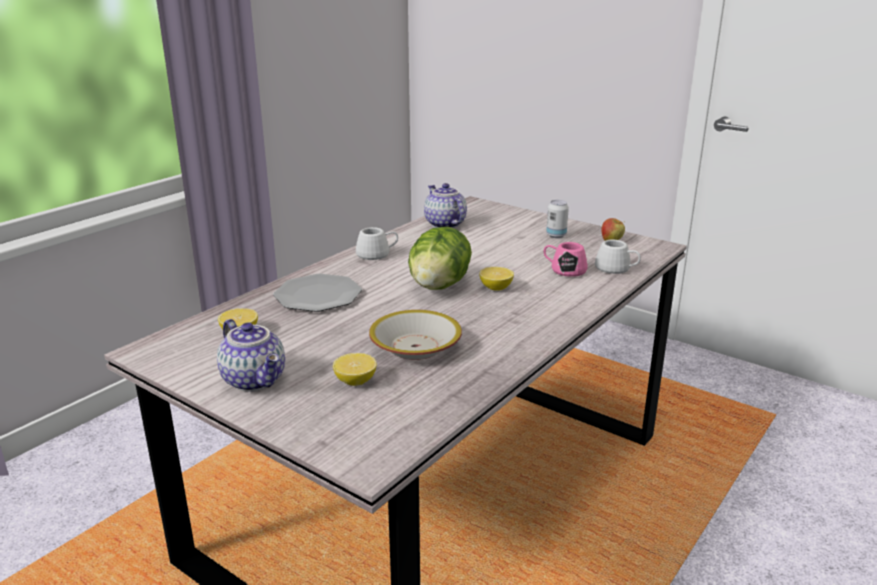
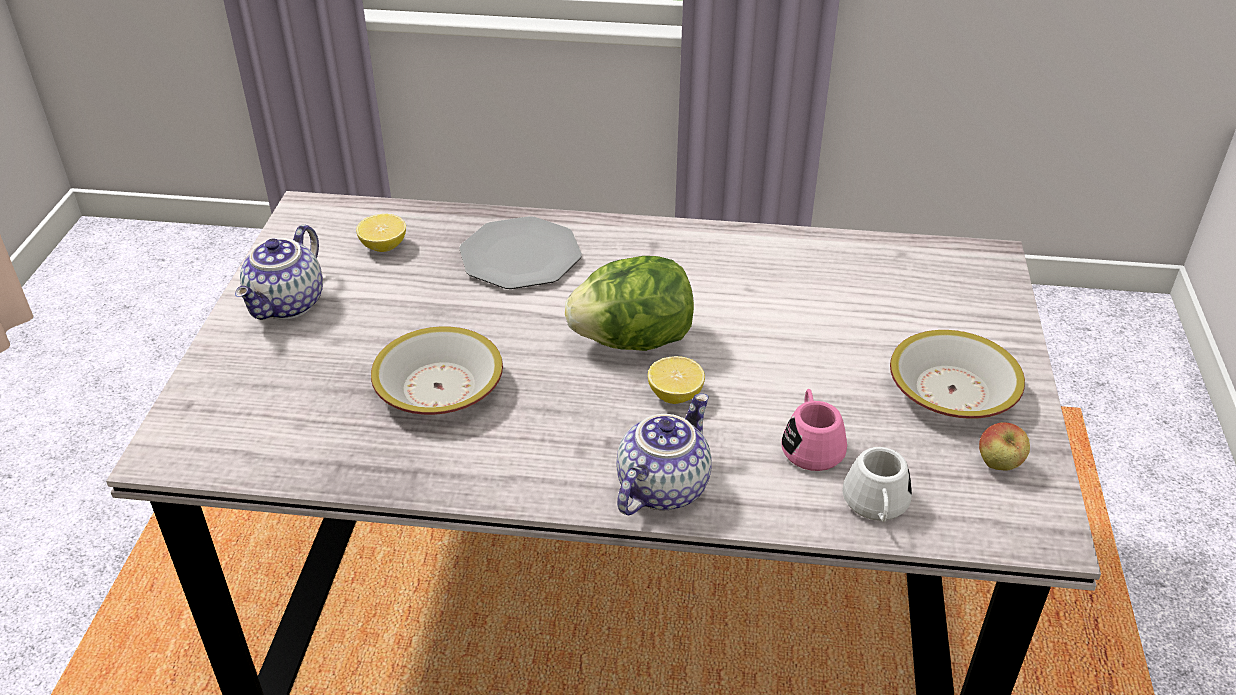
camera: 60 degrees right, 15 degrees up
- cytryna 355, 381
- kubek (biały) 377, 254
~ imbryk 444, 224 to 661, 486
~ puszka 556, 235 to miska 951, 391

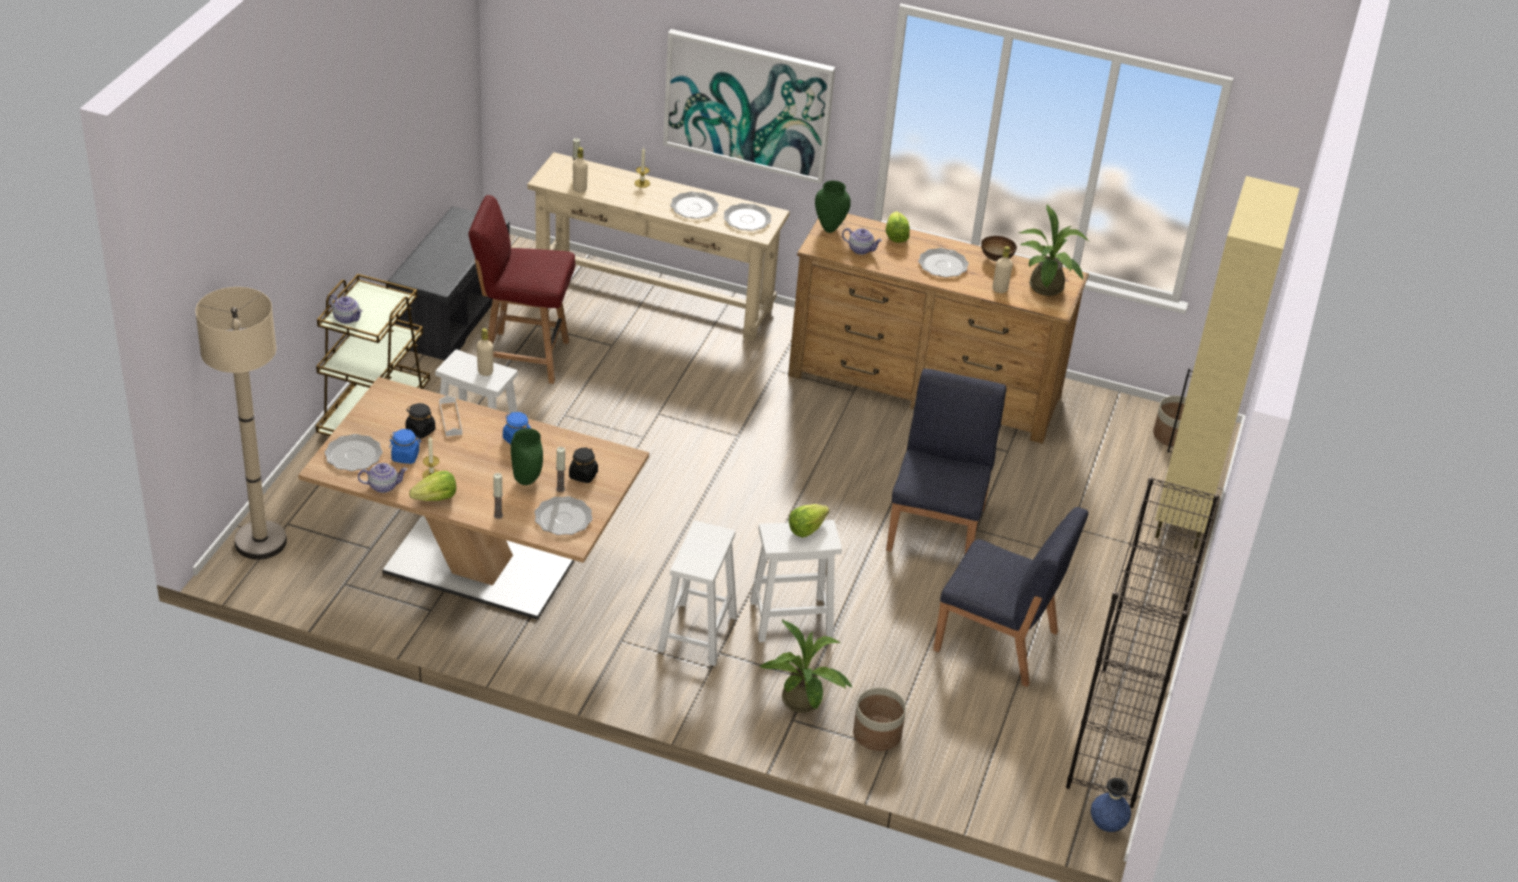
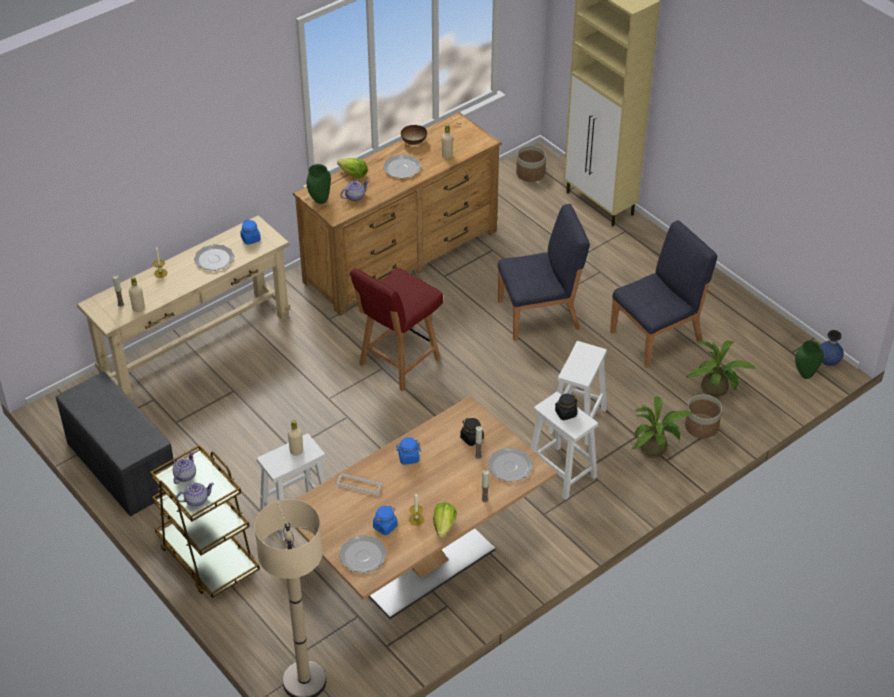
camera: 55 degrees left, 5 degrees up
~ imbryk 383, 486 to 185, 475
~ słoik (czarny) 420, 430 to 565, 413
~ krzesło (czerwony) 523, 356 to 398, 363
~ wazon (zielony) 526, 481 to 805, 375
- obraz 748, 105
~ talerz 747, 219 to słoik (niebieski) 251, 239
- sałata 806, 529
~ krzesło (niebieski) 937, 528 = 540, 315 120 degrees clockwise
~ roślina doniczkowa 1046, 290 to 717, 390
- regał (czarny) 1117, 737

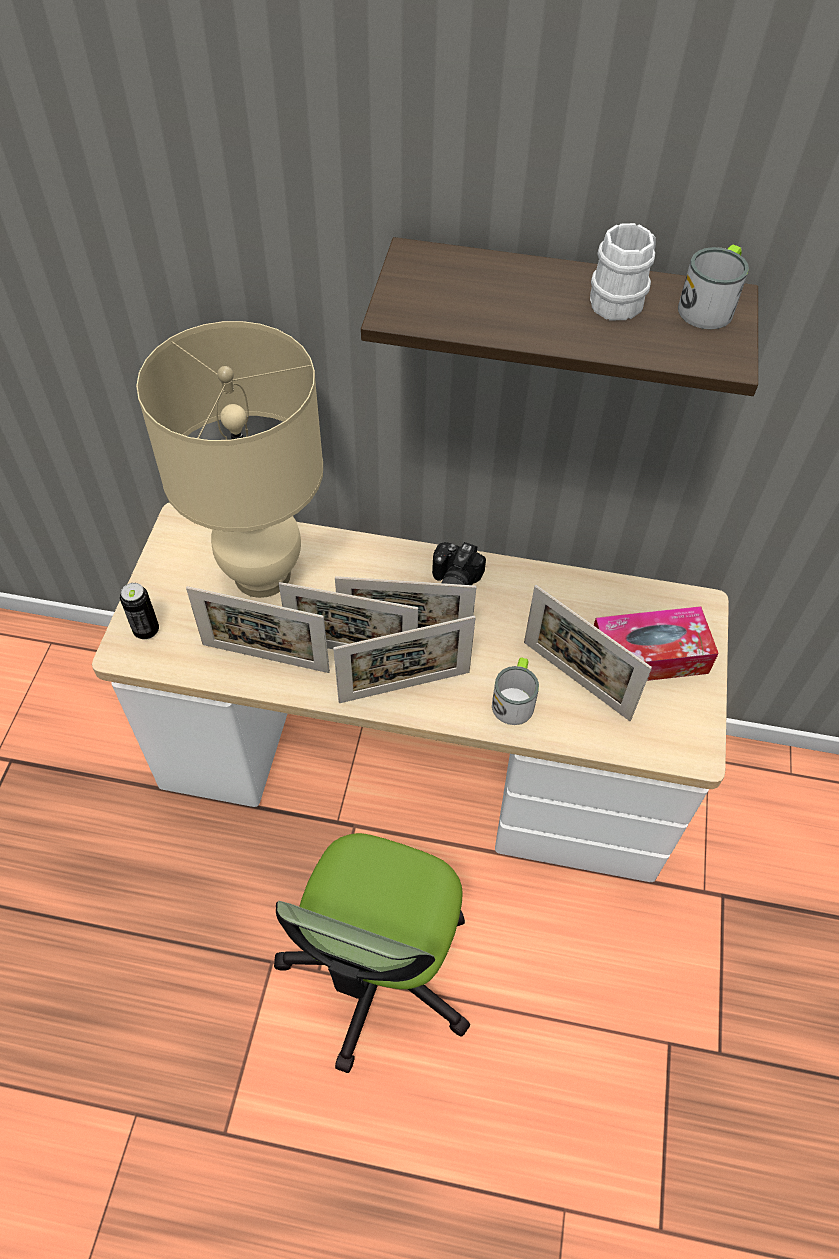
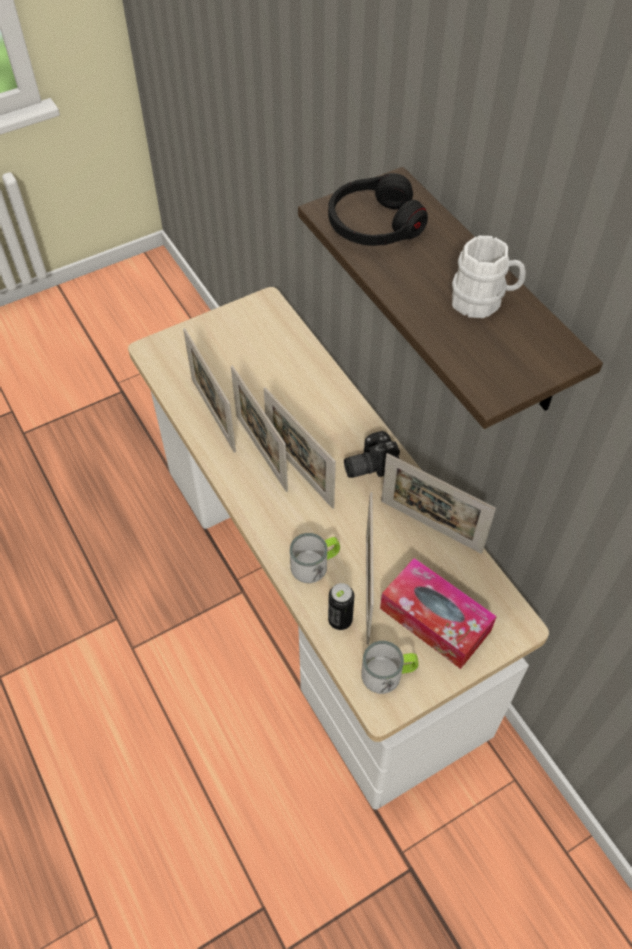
camera: 50 degrees right, 0 degrees up
~ puszka 146, 630 to 340, 620
- lampa stołowa (beżowy) 263, 575
- krzesło biurowe 379, 971
~ ramka na zdjęcie 404, 687 to 430, 526
~ kubek 710, 305 to 388, 673
+ słuchawki (czarny) 374, 224

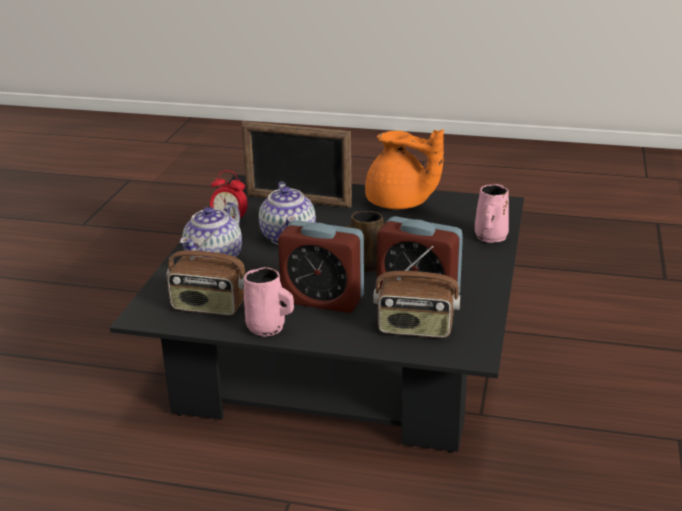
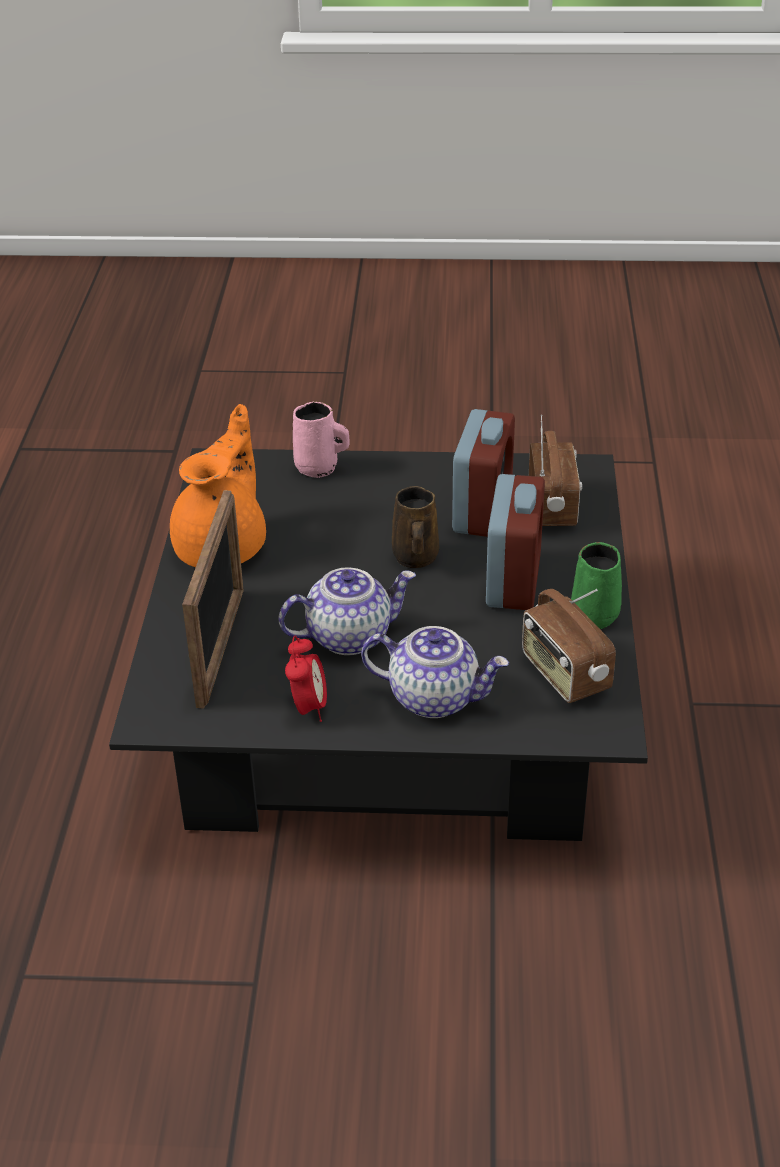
camera: 100 degrees left, 10 degrees up
~ radio 209, 306 = 564, 674 150 degrees clockwise
~ kubek (różowy) 268, 328 to kubek (zielony) 595, 613

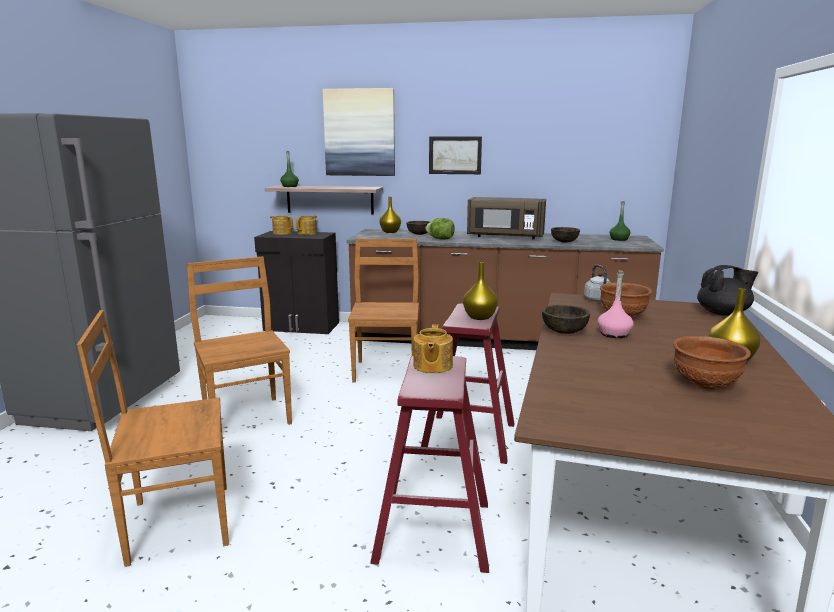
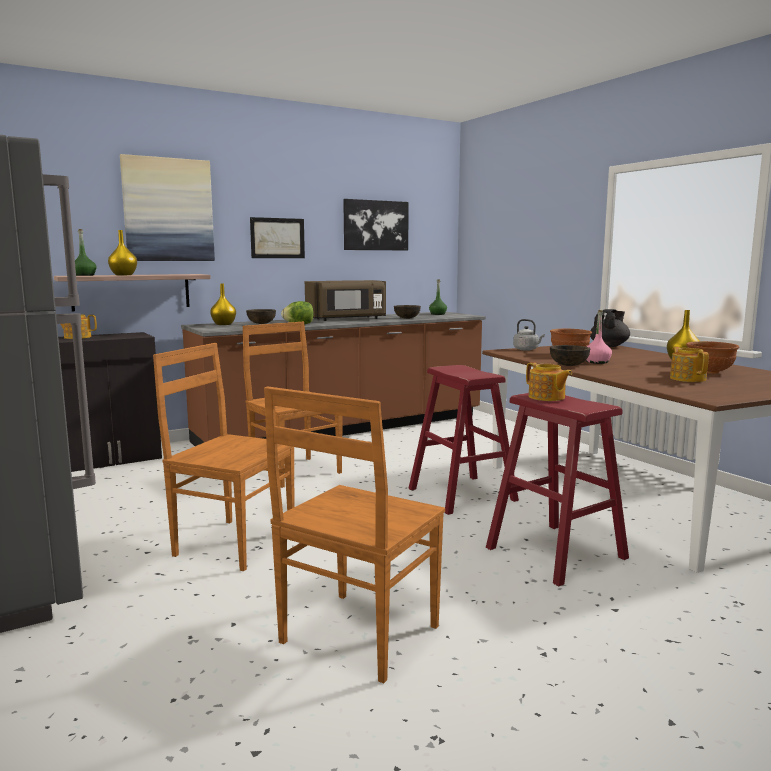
camera: 40 degrees left, 5 degrees down
~ imbryk 307, 233 to 687, 379
~ wazon (żółty) 479, 317 to 123, 275
+ obraz 375, 225

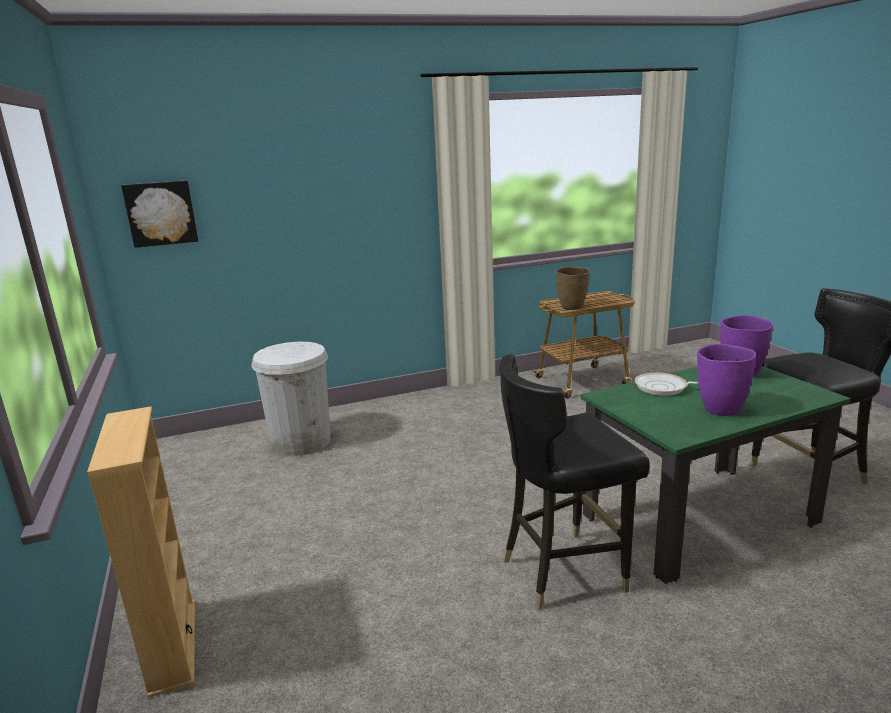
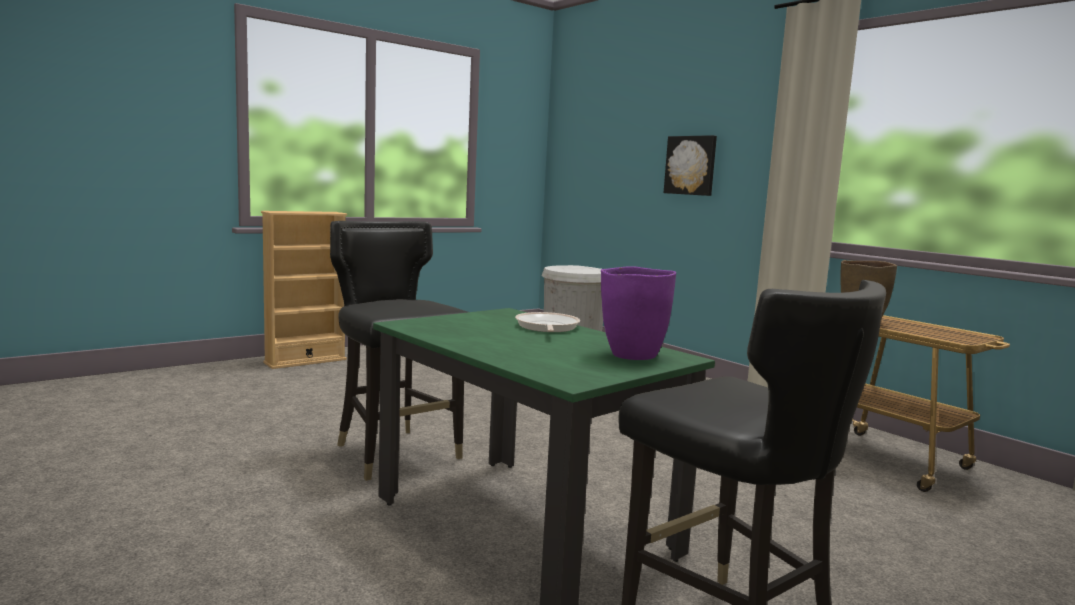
camera: 70 degrees right, 10 degrees down
~ obraz 161, 213 to 691, 165
- wazon (fioletowy) 720, 409

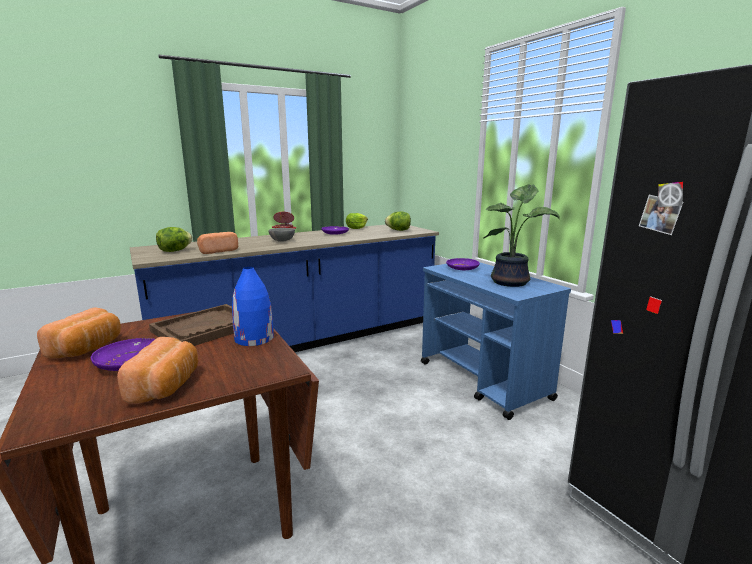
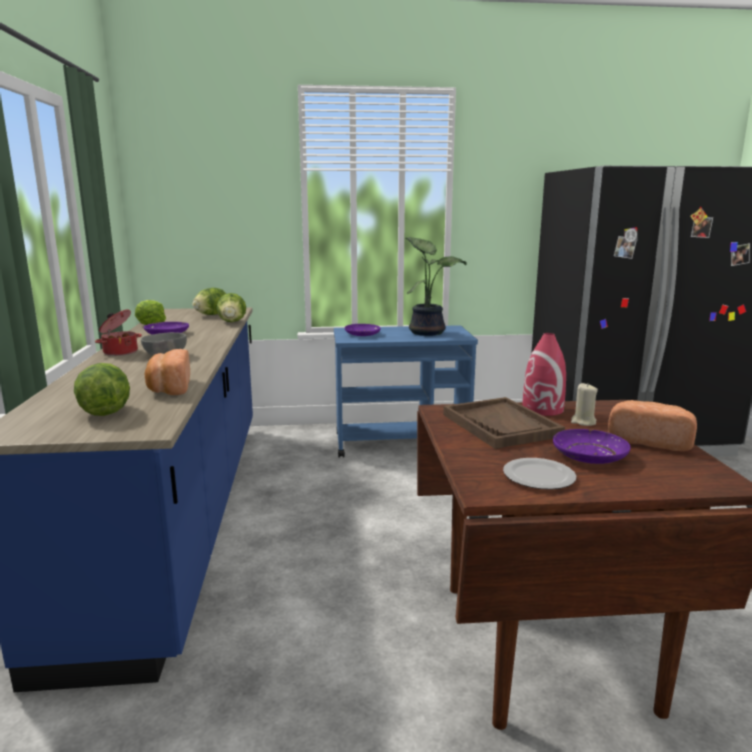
camera: 65 degrees left, 0 degrees up
~ chleb 88, 348 to talerz 539, 477
~ wazon (niebieski) 254, 338 to wazon (czerwony) 543, 409
+ sałata 232, 322
+ świeca (beżowy) 583, 422

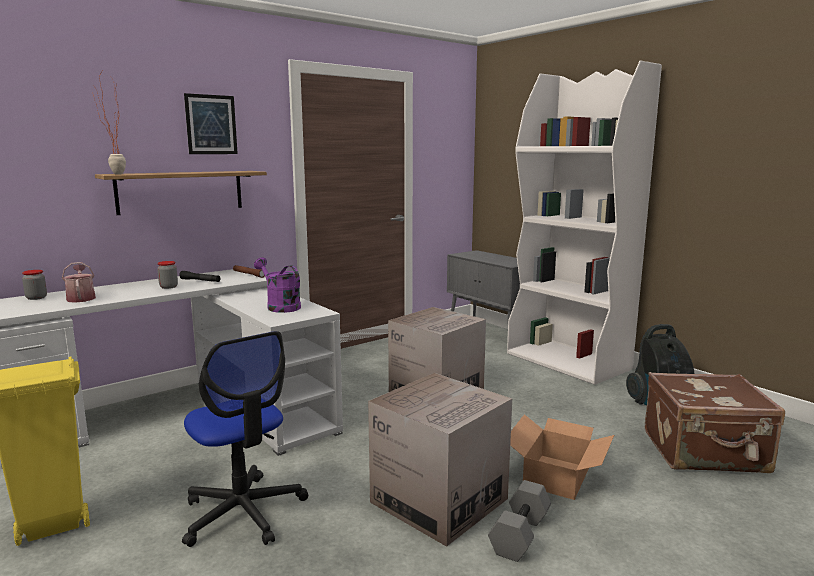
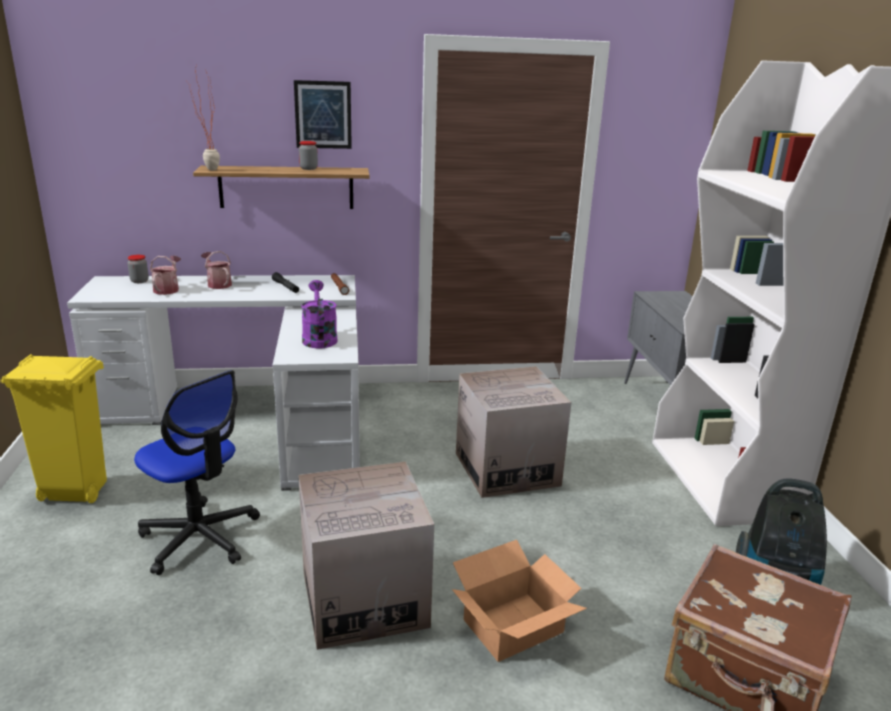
camera: 30 degrees right, 10 degrees up
~ słoik 168, 287 to 308, 168
~ krzesło biurowe 243, 512 = 199, 537 45 degrees counterclockwise
- hantel (szary) 521, 535
+ konewka 218, 284

